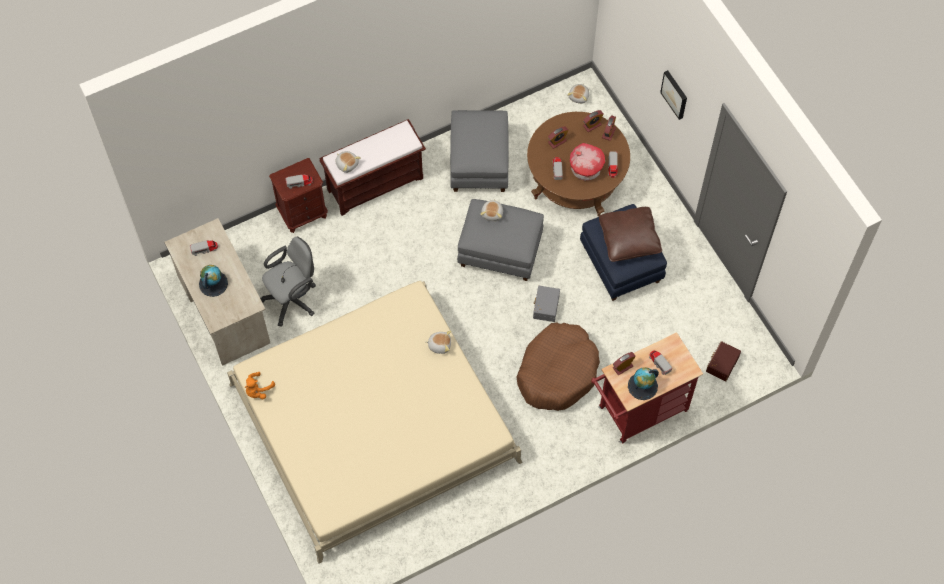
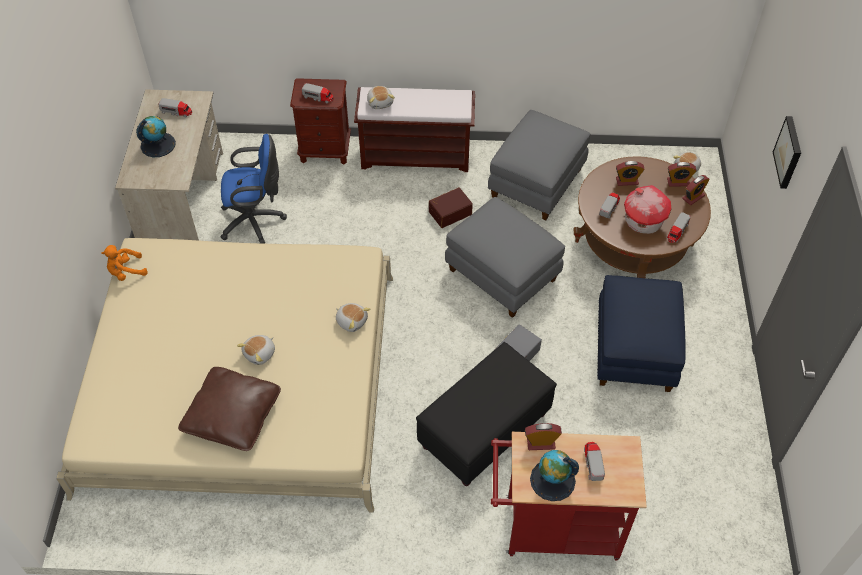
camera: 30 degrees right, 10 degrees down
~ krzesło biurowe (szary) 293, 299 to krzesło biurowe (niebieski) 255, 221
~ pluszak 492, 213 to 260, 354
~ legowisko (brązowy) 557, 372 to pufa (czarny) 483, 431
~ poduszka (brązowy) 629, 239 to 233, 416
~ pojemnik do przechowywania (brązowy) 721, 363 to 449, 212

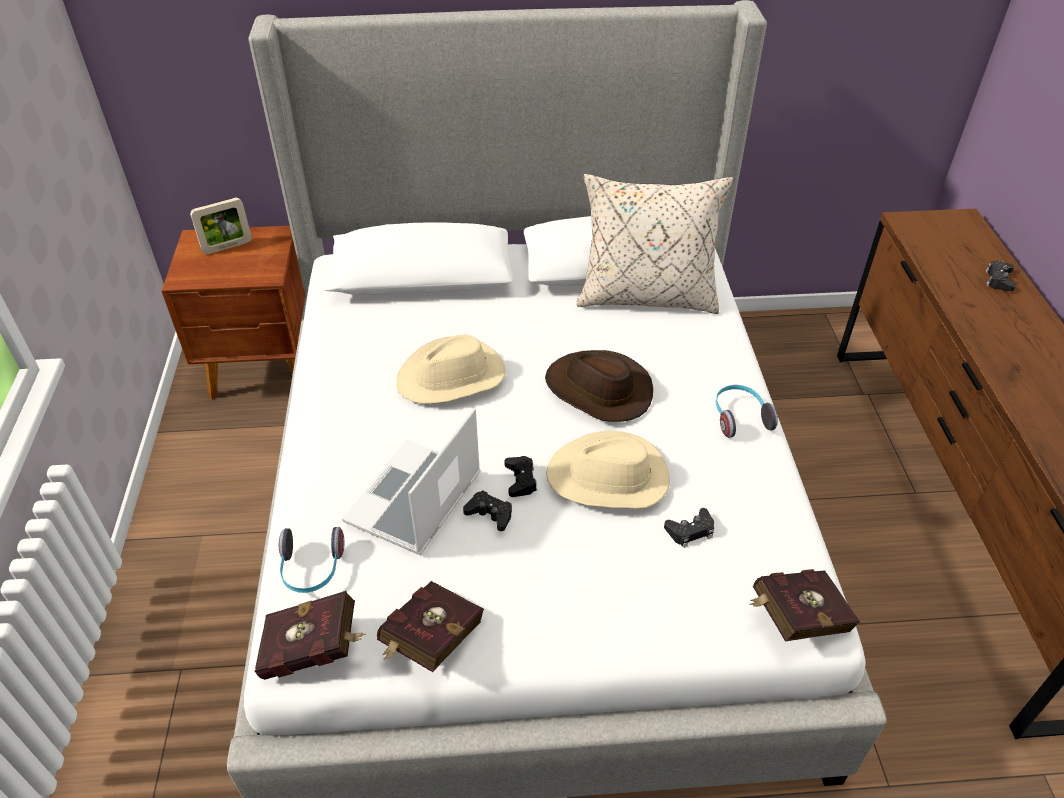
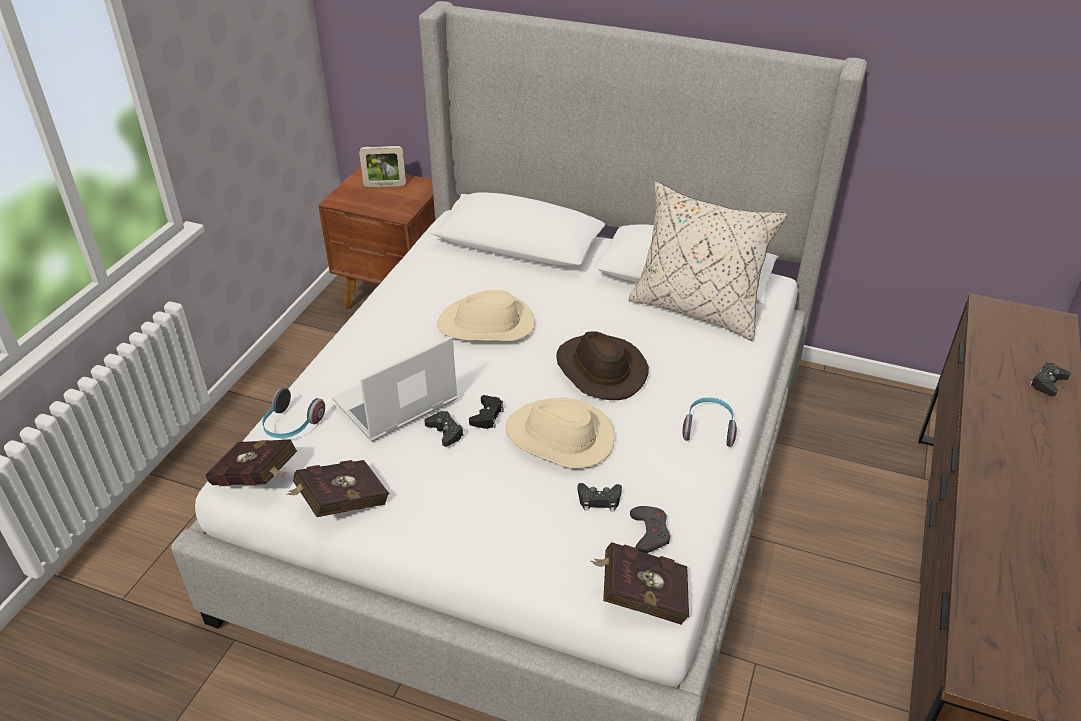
camera: 25 degrees right, 5 degrees down
+ pad do gier (szary) 649, 533

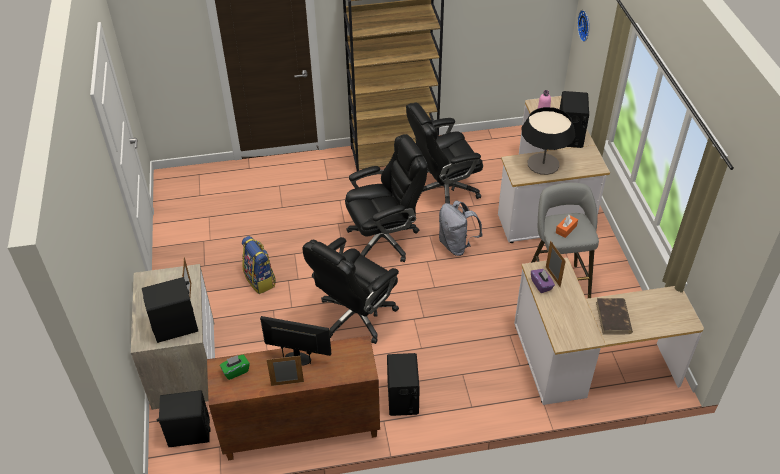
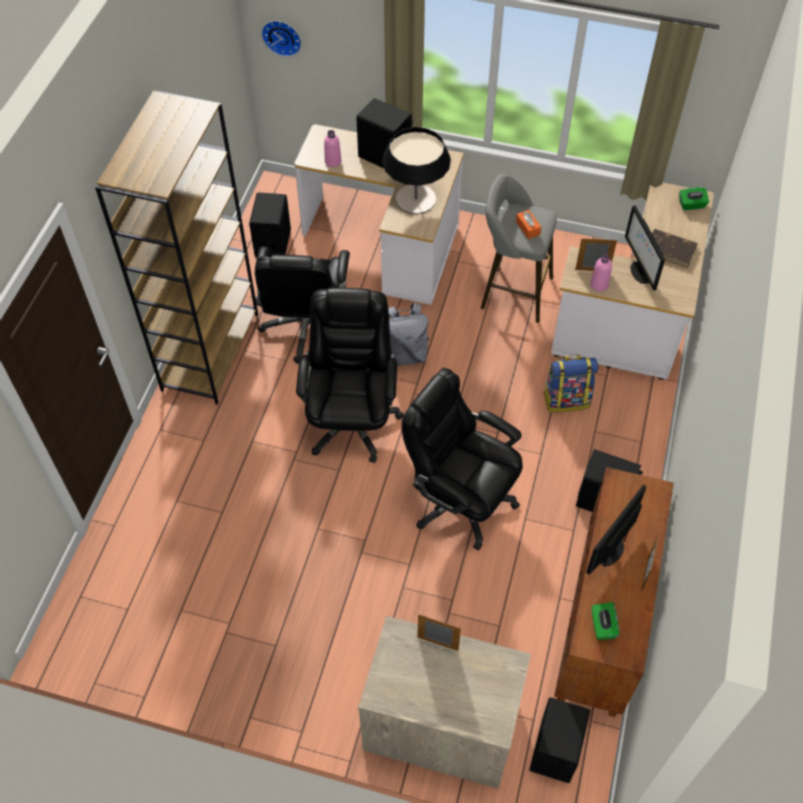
camera: 65 degrees left, 10 degrees up
~ głośnik (czarny) 175, 326 to 273, 243
~ plecak 260, 280 to 566, 399
~ krzesło biurowe (czarny) 355, 316 = 460, 500 150 degrees clockwise
~ pudełko chusteczek (fioletowy) 541, 285 to butelka (różowy) 599, 285
+ monitor 639, 272
+ pudełko chusteczek (zielony) 691, 205

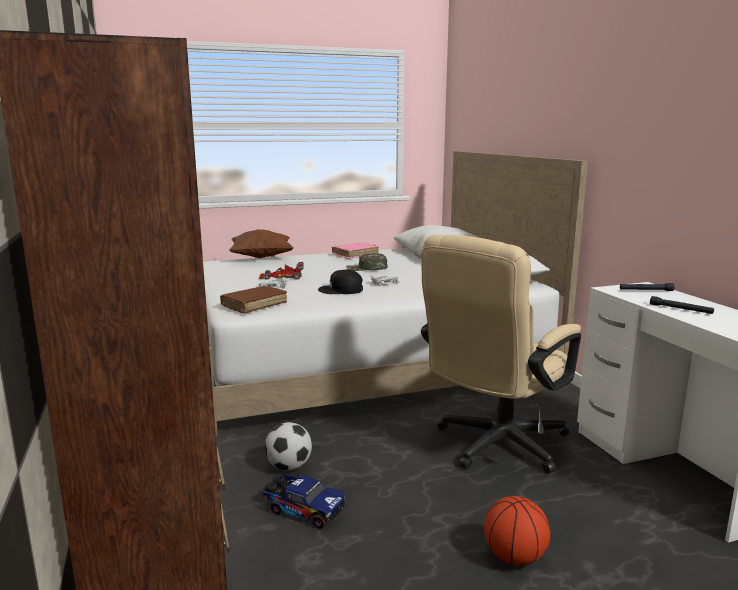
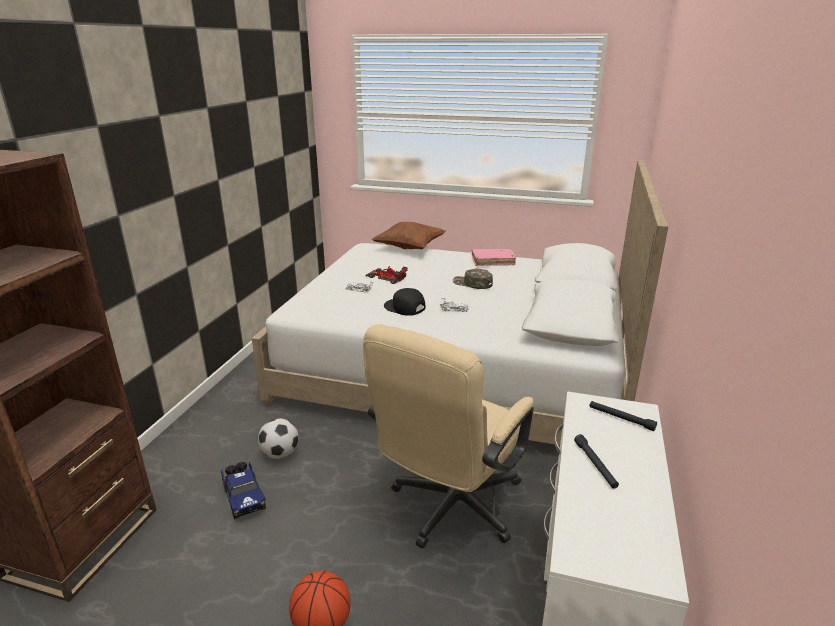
camera: 35 degrees right, 10 degrees up
- książka (brązowy) 254, 305
~ krzesło biurowe (beżowy) 494, 447 = 449, 510 45 degrees counterclockwise

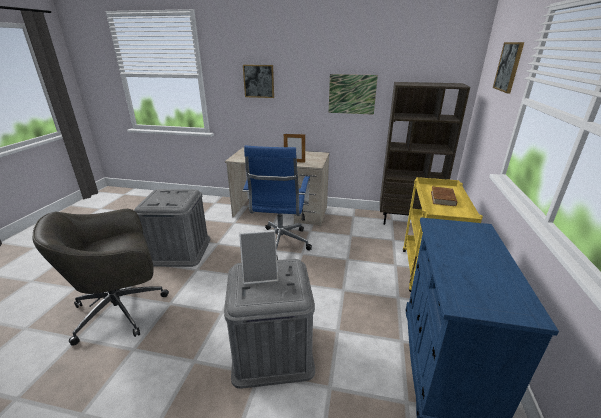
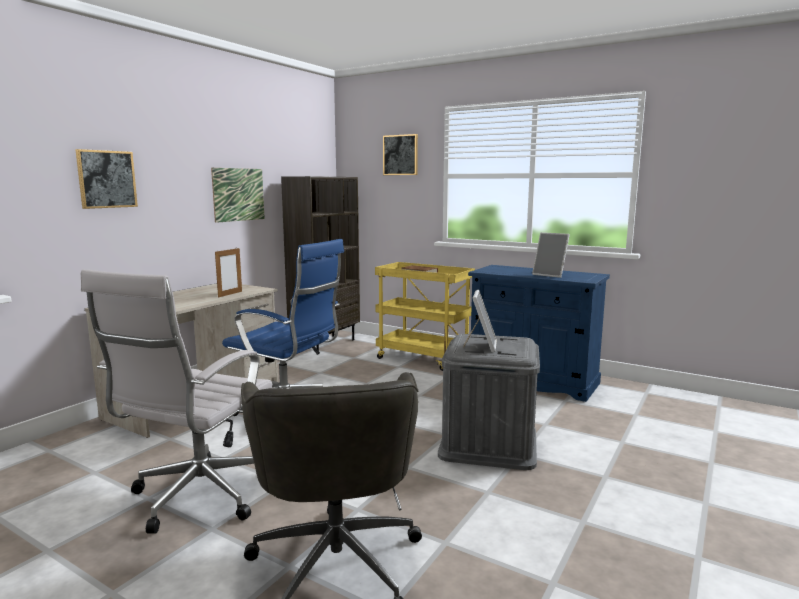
camera: 70 degrees left, 15 degrees down
~ pojemnik do przechowywania (szary) 179, 250 to krzesło biurowe (biały) 197, 498
+ ramka na zdjęcie 550, 275

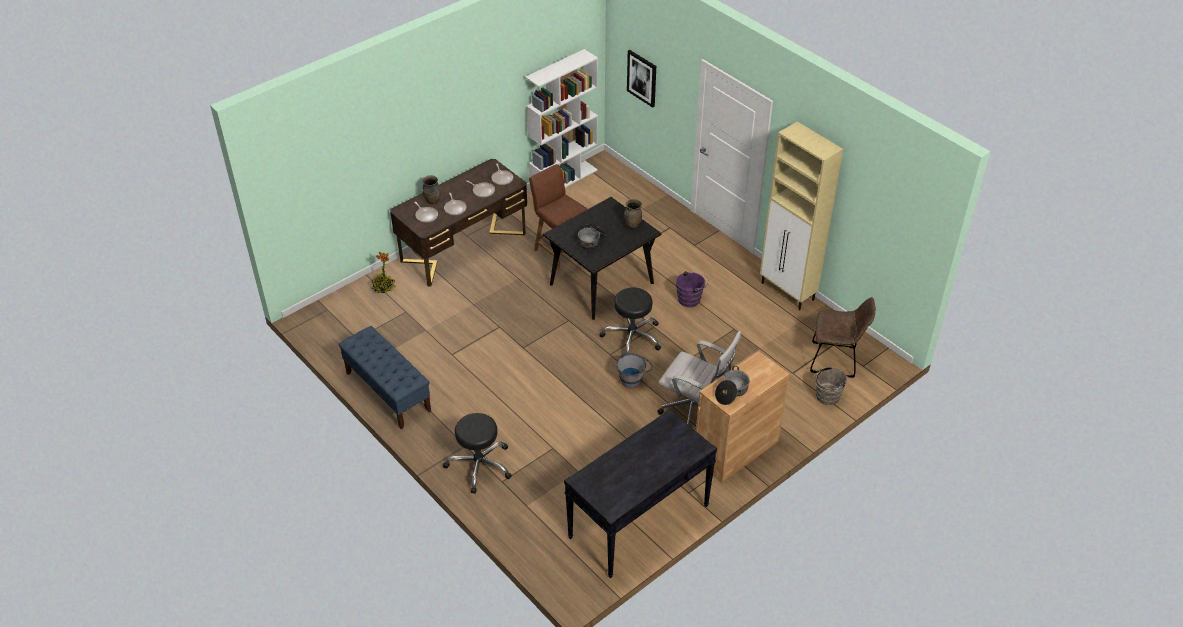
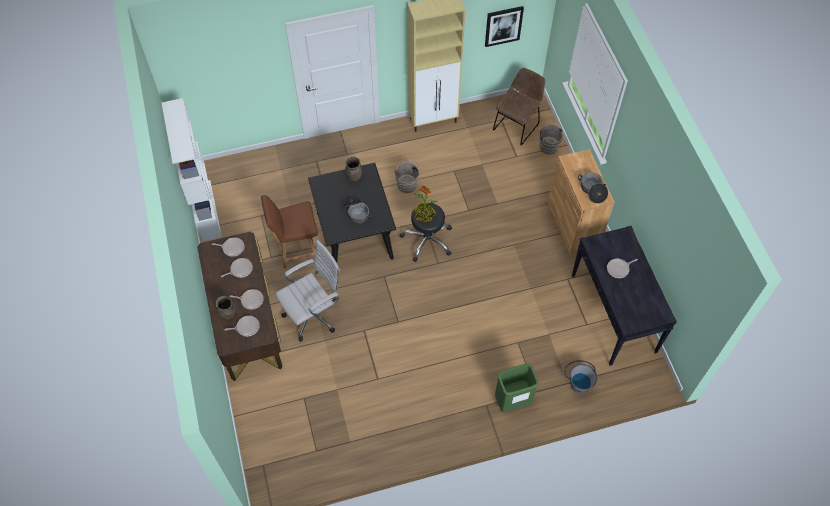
camera: 65 degrees left, 15 degrees up
- ławka (niebieski) 388, 392
~ roślina doniczkowa 383, 287 to 424, 215
~ stołek (czarny) 480, 465 to kosz na śmieci (zielony) 512, 401
~ wiadro (szary) 633, 379 to 578, 381
~ obraz 642, 78 to 503, 26
~ krzesło biurowe (biały) 695, 412 to 314, 314
~ wiadro (fioletowy) 691, 299 to wiadro (brązowy) 407, 183
+ patelnia 619, 269

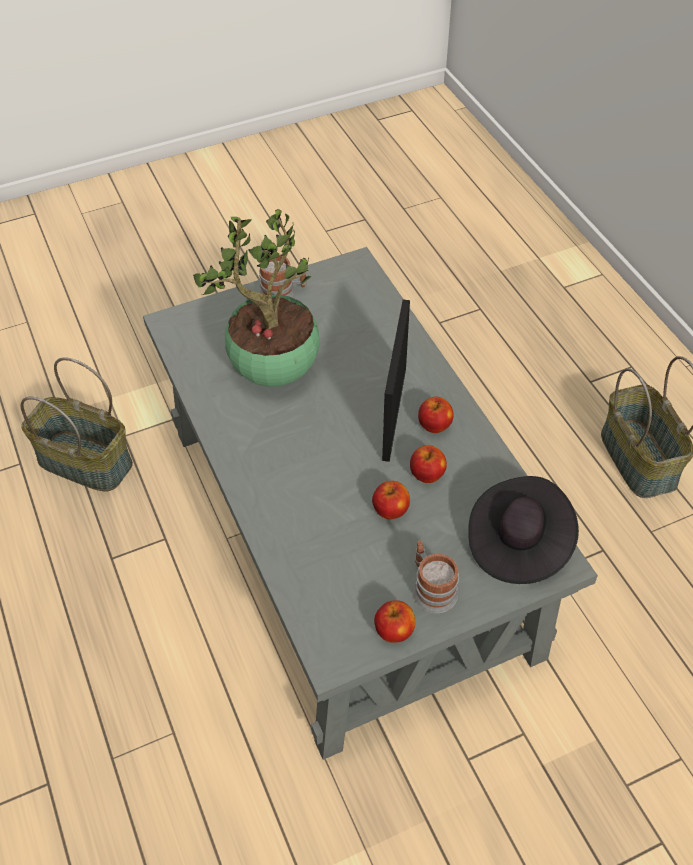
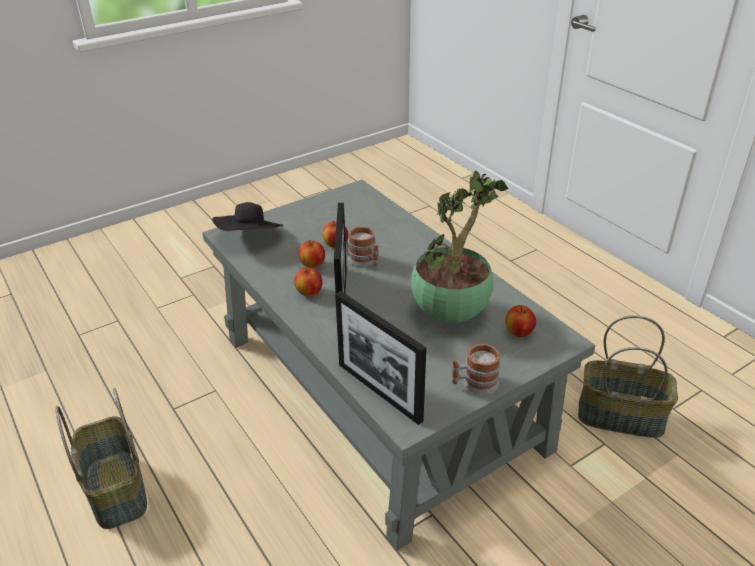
camera: 170 degrees right, 15 degrees down
~ jabłko 394, 631 to 519, 332
~ kubek 431, 587 to 365, 261
+ ramka na zdjęcie 379, 392

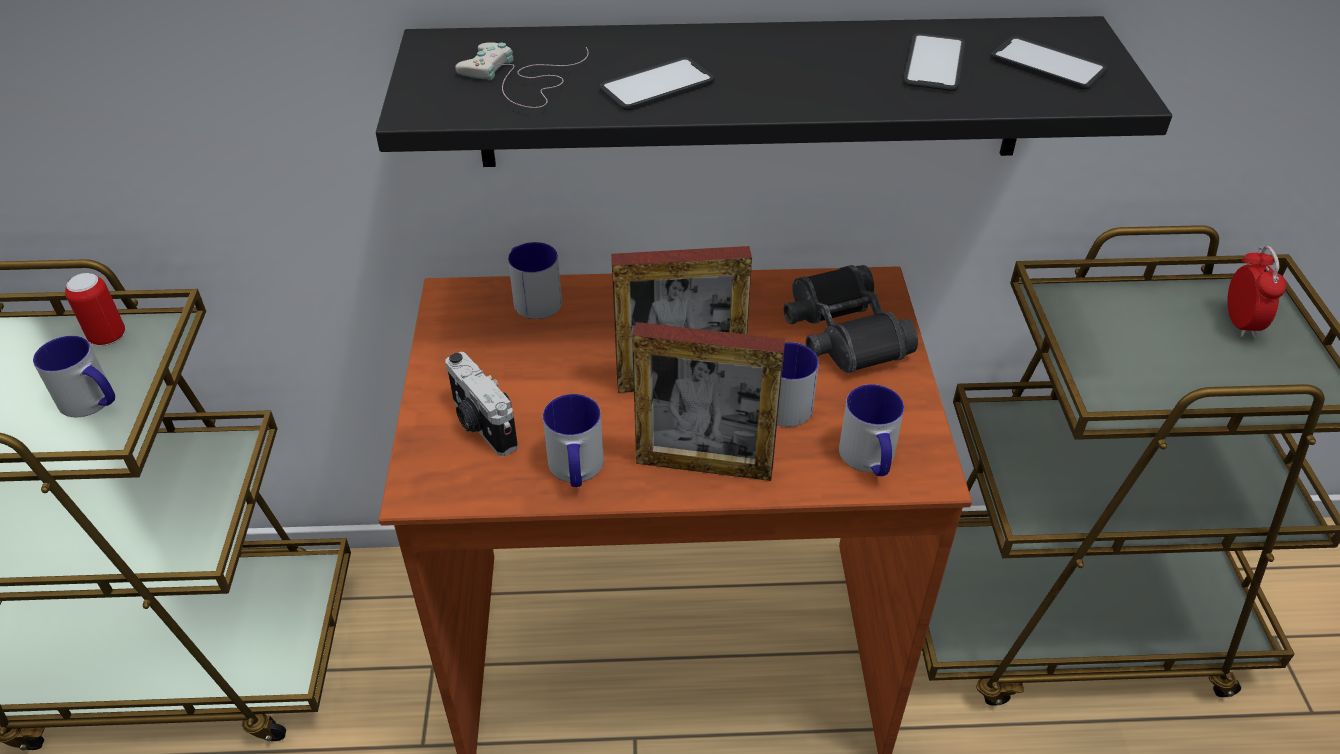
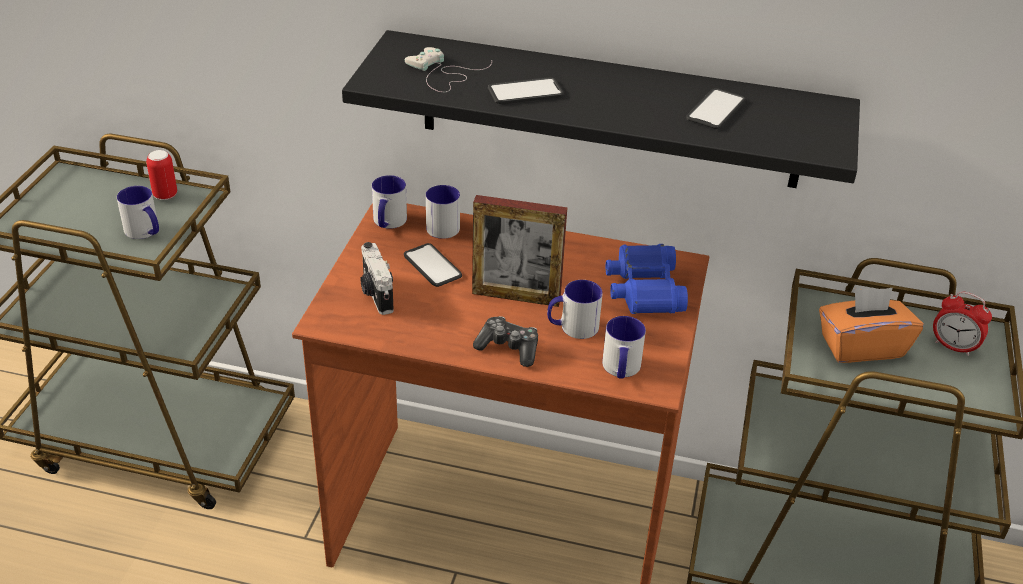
camera: 15 degrees right, 5 degrees down
~ kubek 576, 470 to 388, 223
~ ramka na zdjęcie 704, 465 to pad do gier 508, 348
~ lornetka (czarny) 842, 333 to lornetka (niebieski) 643, 289
~ telefon 1047, 65 to 432, 266
~ budzik 1240, 323 = 953, 347 105 degrees clockwise
+ pudełko chusteczek (pomarańczowy) 861, 346

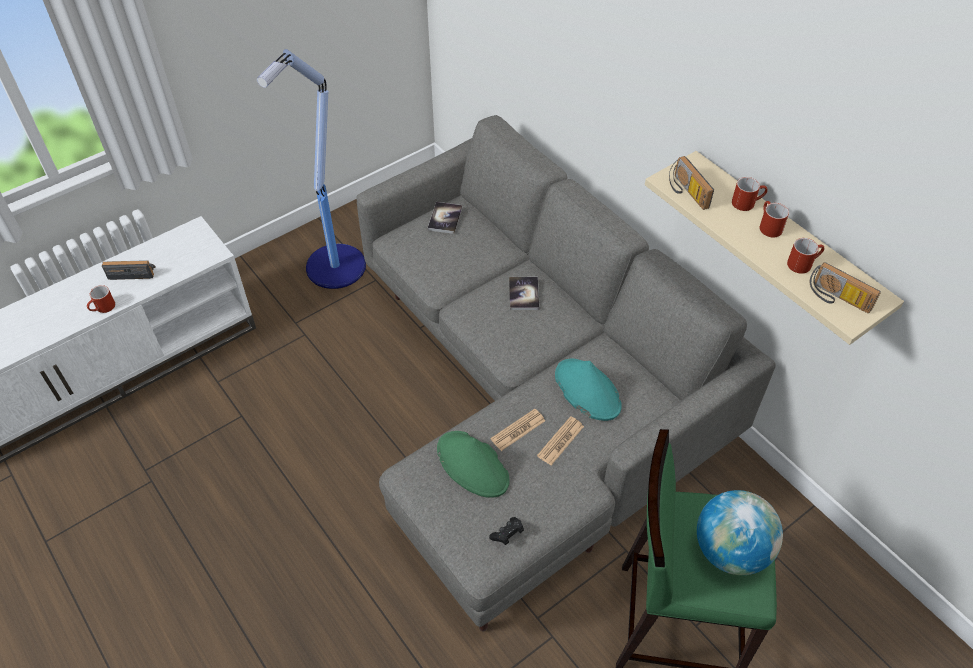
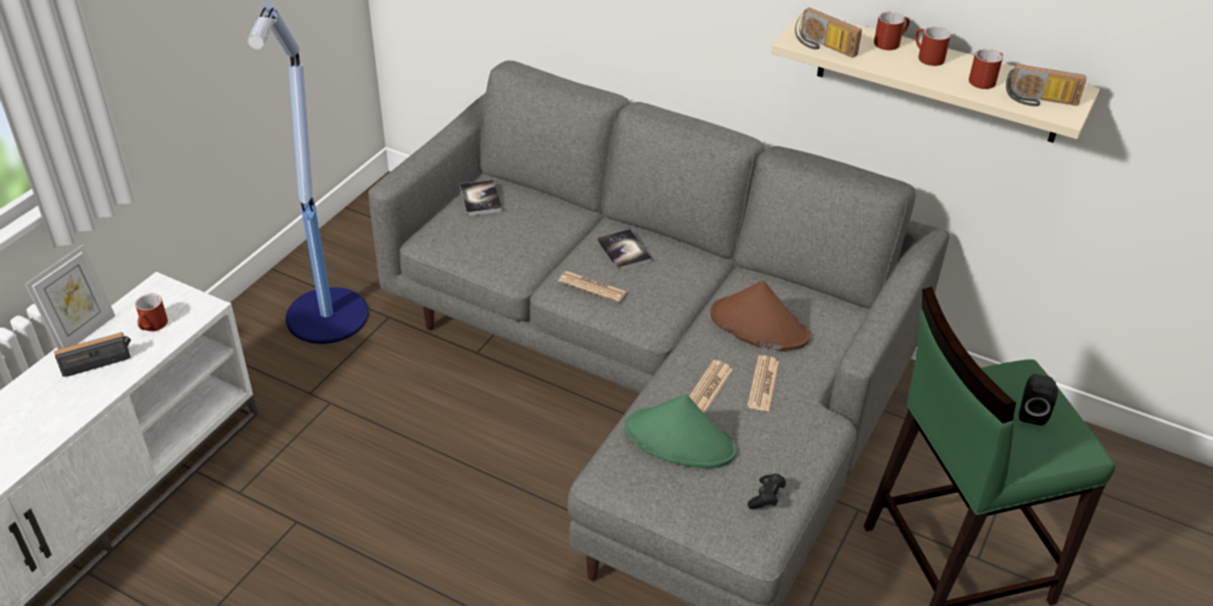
camera: 25 degrees left, 10 degrees down
~ kubek (czerwony) 103, 308 to 153, 326
~ kapelusz (turkusowy) 587, 390 to kapelusz (brązowy) 758, 325
~ globus 731, 550 to głośnik (czarny) 1031, 412
+ ramka na zdjęcie 83, 333
+ gazeta 592, 287

